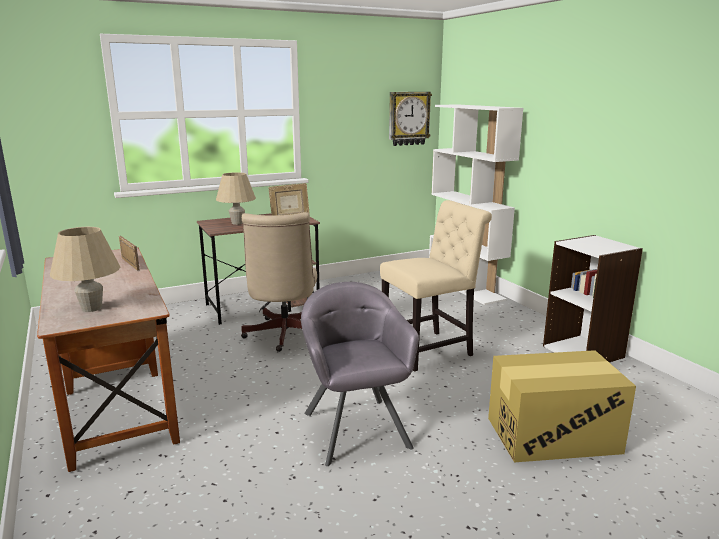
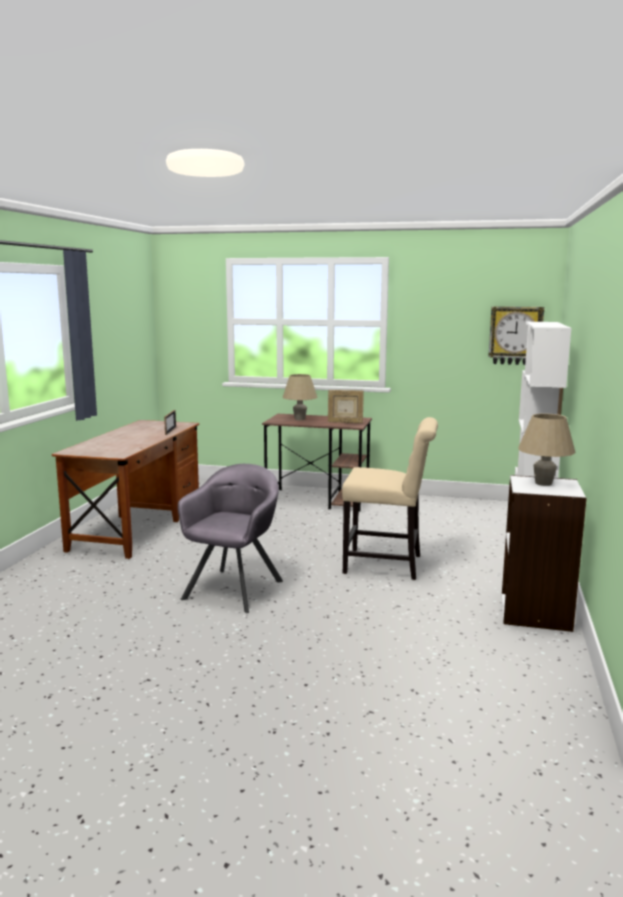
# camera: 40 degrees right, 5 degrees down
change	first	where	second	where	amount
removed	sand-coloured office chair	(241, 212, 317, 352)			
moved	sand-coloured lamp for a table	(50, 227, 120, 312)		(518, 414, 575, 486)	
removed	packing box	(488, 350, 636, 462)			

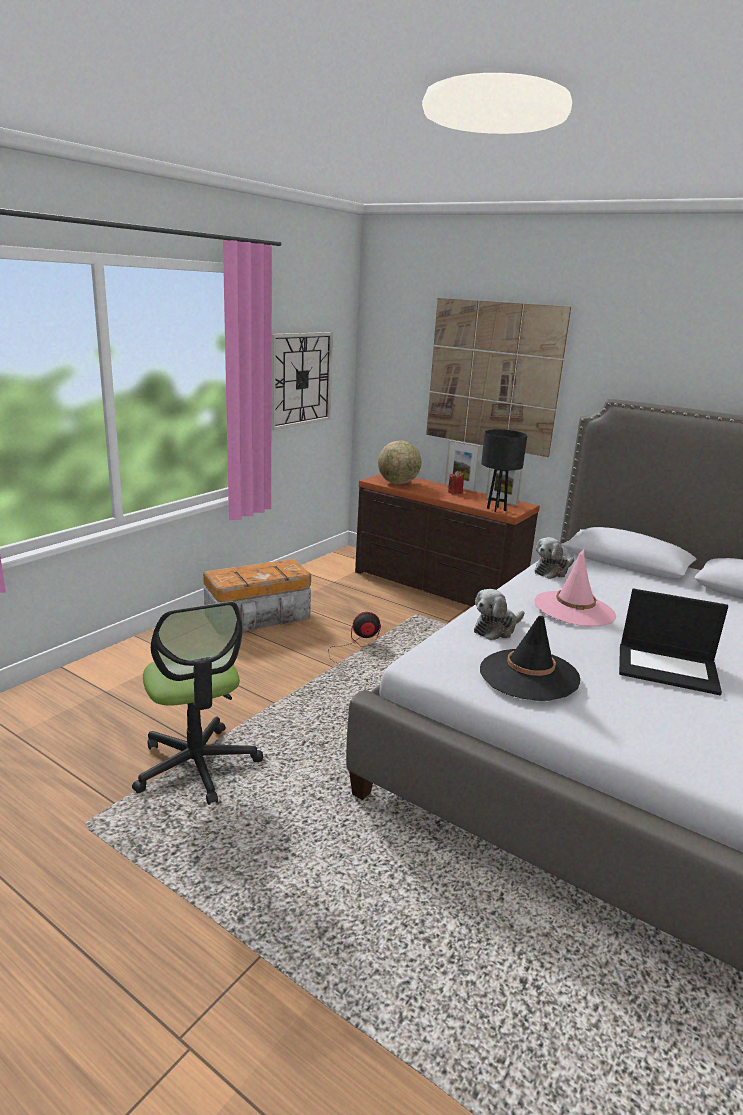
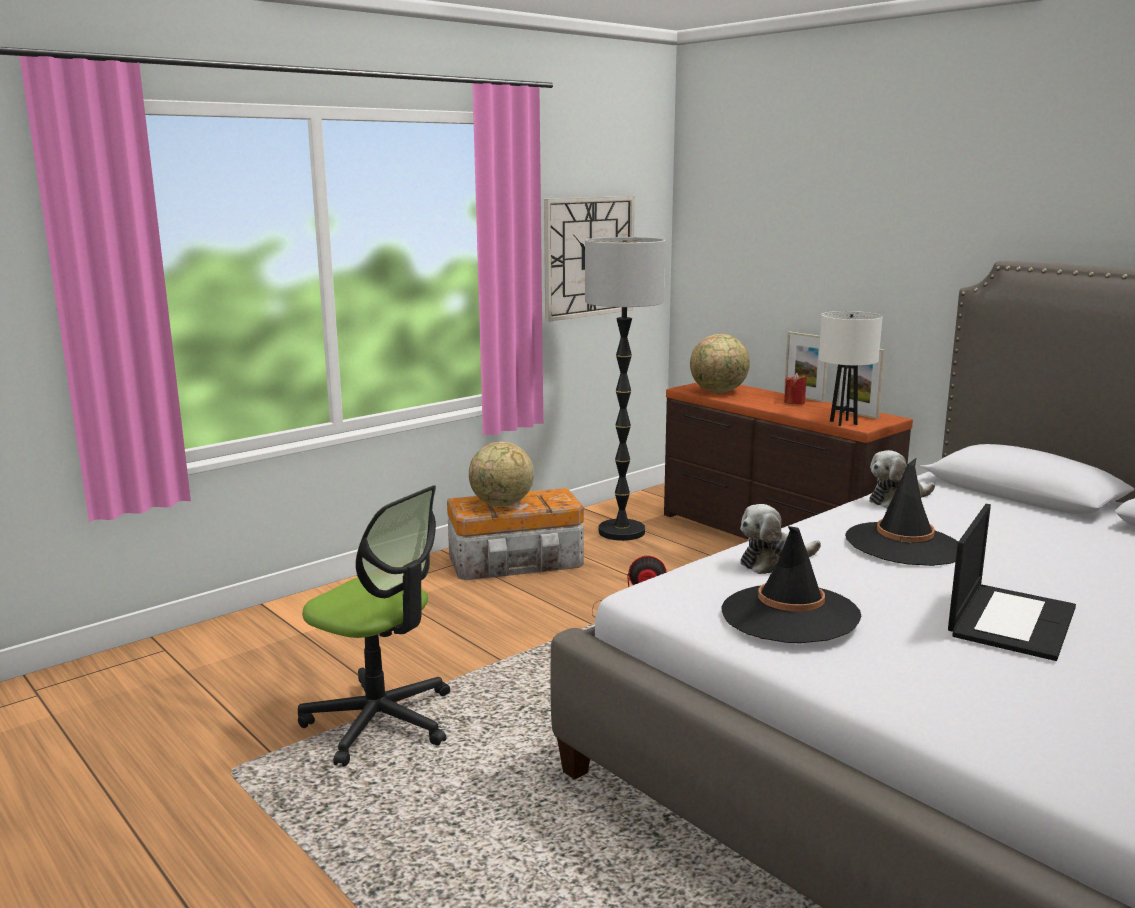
# camera: 15 degrees right, 5 degrees down
change	first	where	second	where	amount
removed	wall art	(426, 298, 571, 457)			
recoloured	black lamp for a table	(481, 429, 527, 512)	white lamp for a table	(819, 311, 882, 426)	
recoloured	pinkish clothing hat	(534, 549, 616, 626)	black clothing hat	(845, 457, 958, 566)	
turned	portable computer	(619, 588, 728, 695)		(948, 504, 1076, 661)	90 degrees counterclockwise
turned	office chair	(132, 602, 263, 805)		(298, 485, 450, 767)	45 degrees counterclockwise
added			standard lamp	(585, 237, 665, 541)	
added			desk globe	(469, 442, 534, 506)	

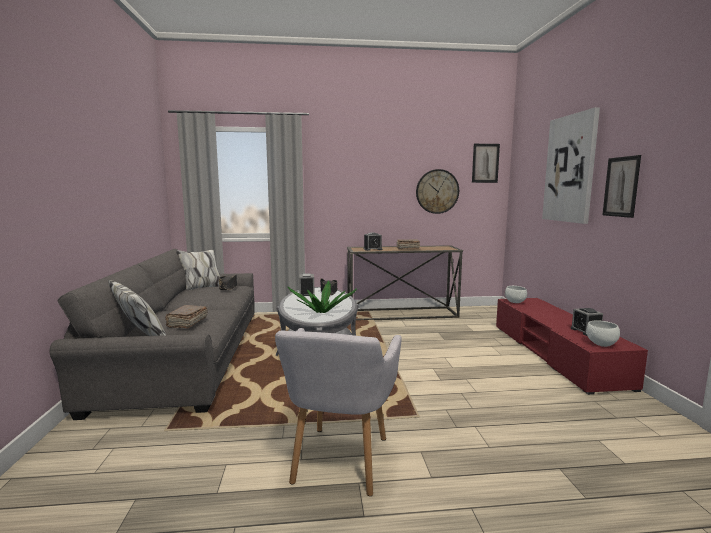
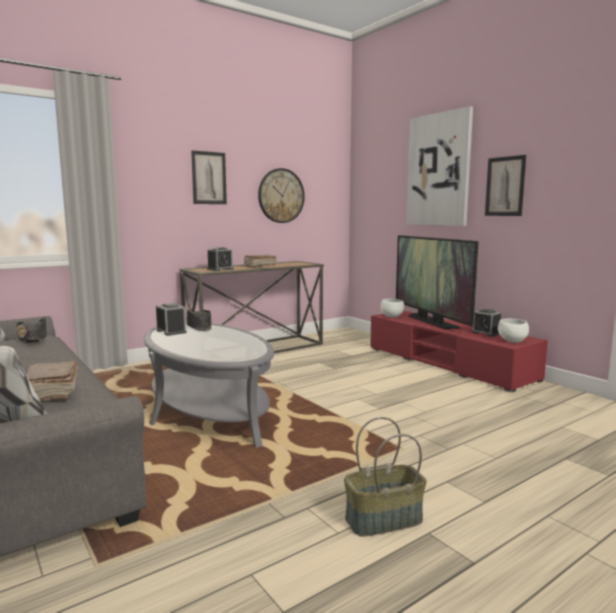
# camera: 30 degrees left, 0 degrees up
change	first	where	second	where	amount
moved	wall art	(472, 144, 500, 183)		(191, 150, 227, 204)	
removed	houseplant	(288, 281, 357, 313)			
replaced	grey lounge chair	(275, 328, 402, 496)	basket	(344, 417, 427, 536)	
added			TV	(396, 235, 479, 329)	

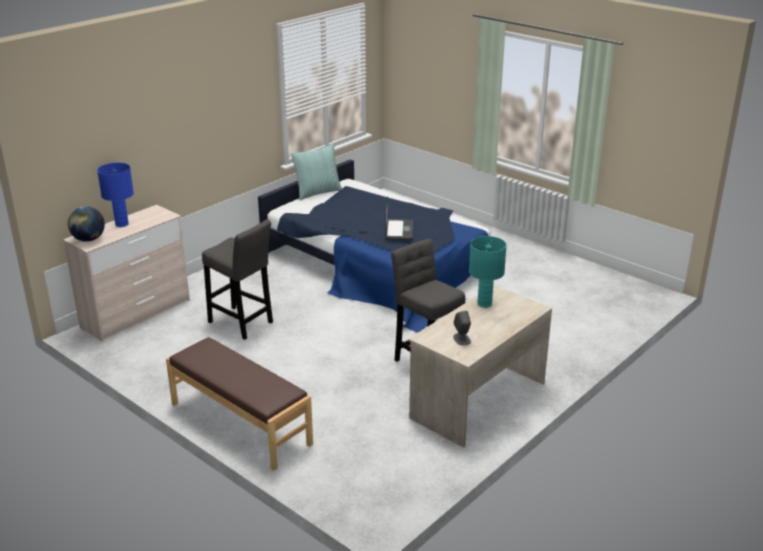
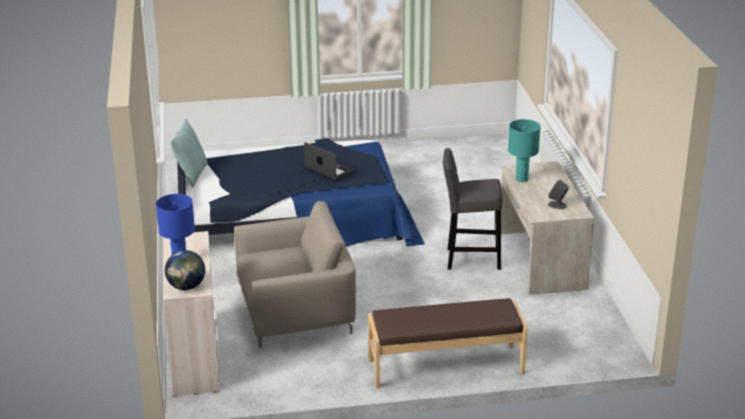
# camera: 50 degrees left, 0 degrees up
change	first	where	second	where	amount
replaced	grey stool seat	(202, 219, 273, 340)	sand-coloured lounge chair	(234, 201, 356, 348)	

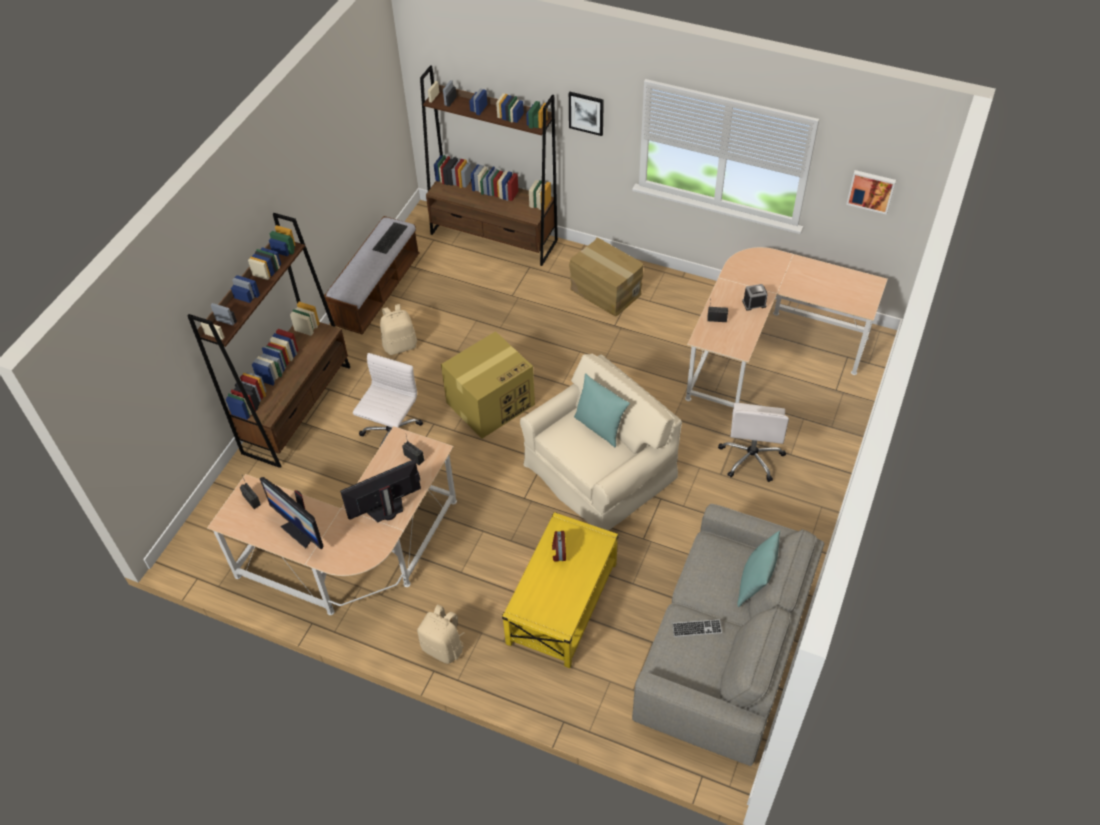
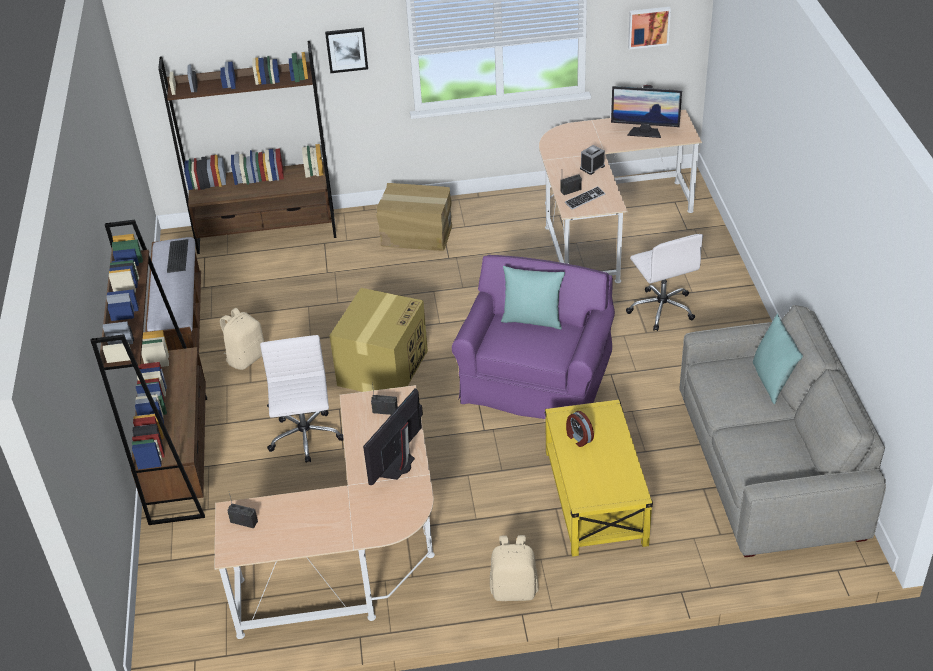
# camera: 30 degrees left, 10 degrees down
change	first	where	second	where	amount
recoloured	sand-coloured lounge chair	(520, 354, 682, 530)	purplish lounge chair	(452, 255, 615, 419)	
moved	computer display	(260, 477, 323, 550)		(611, 85, 682, 138)	
moved	keyboard	(672, 619, 722, 637)		(565, 186, 606, 210)	

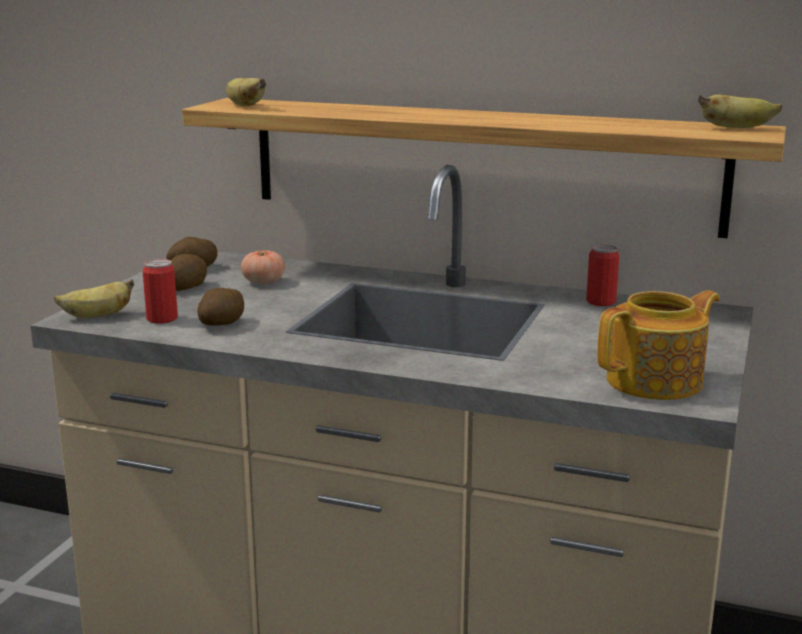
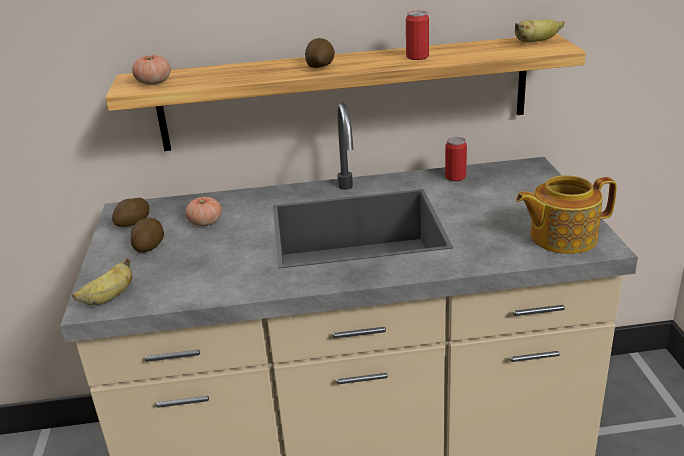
# camera: 25 degrees left, 10 degrees up
change	first	where	second	where	amount
replaced	banana	(226, 78, 266, 106)	whole tomato	(132, 55, 171, 85)	
moved	metal can	(143, 259, 178, 324)		(406, 11, 429, 60)	
moved	potato	(197, 288, 244, 326)		(305, 38, 335, 68)	
turned	tea pot	(597, 290, 720, 400)		(516, 175, 617, 254)	135 degrees counterclockwise

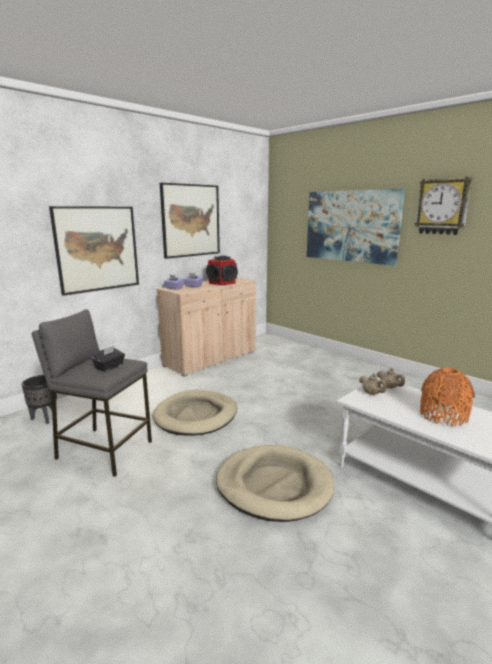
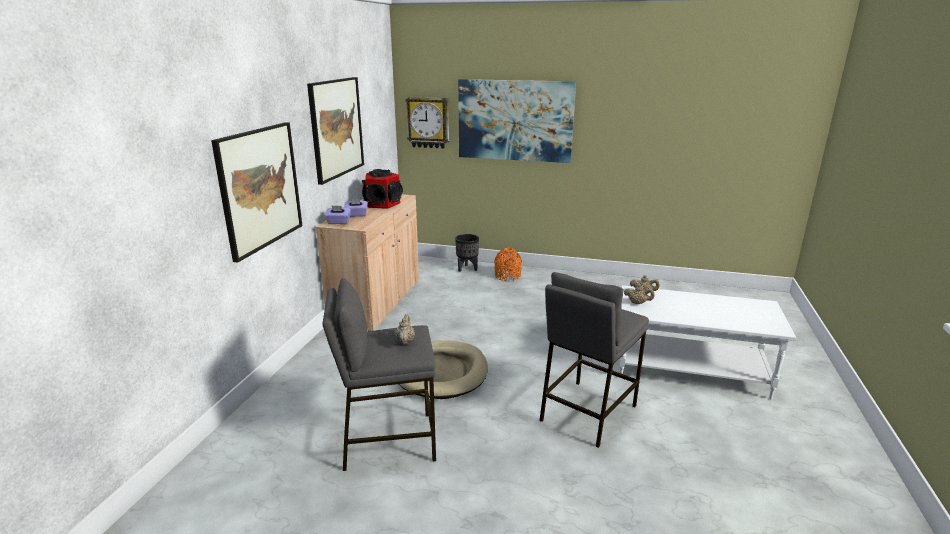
# camera: 30 degrees left, 5 degrees up
change	first	where	second	where	amount
moved	wall clock	(415, 177, 473, 235)		(405, 97, 449, 149)	
replaced	black box of tissues	(91, 346, 125, 372)	sand-coloured tea pot	(395, 314, 415, 345)	
moved	orange decorative vase	(420, 368, 475, 427)		(494, 248, 522, 281)	
moved	black plant pot	(21, 375, 57, 424)		(455, 234, 479, 272)	
replaced	sand-coloured dog cushion	(216, 445, 335, 522)	grey stool seat	(539, 272, 649, 448)	

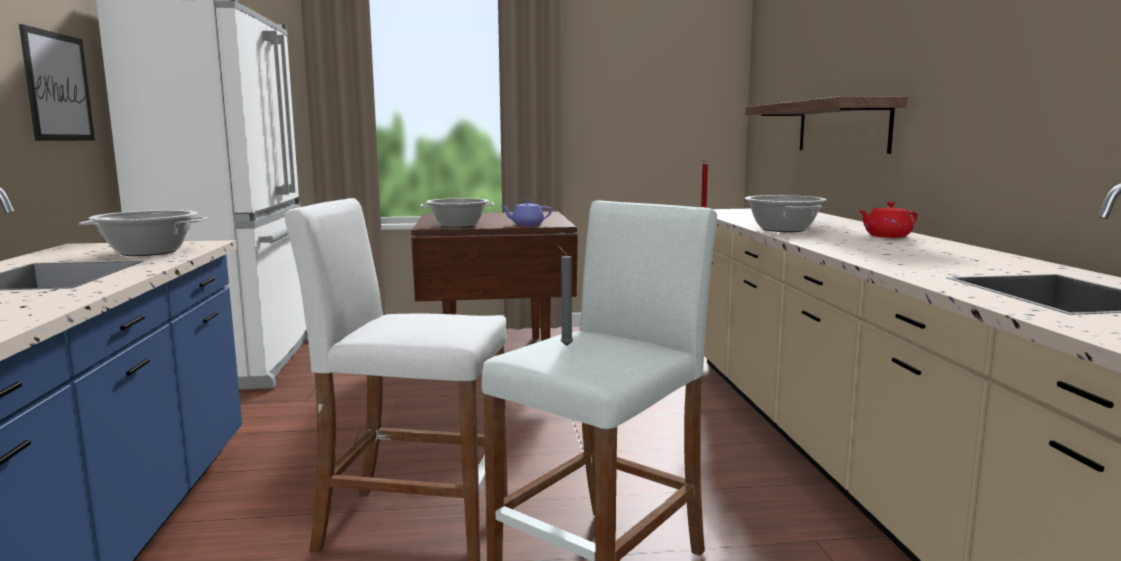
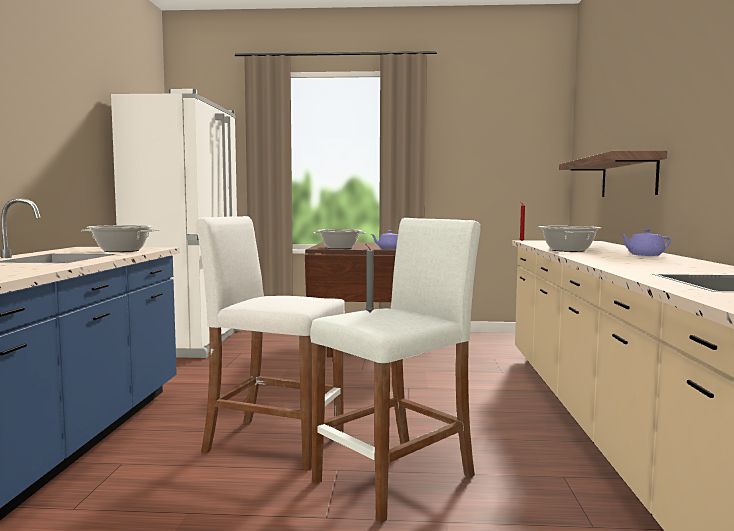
# camera: 10 degrees right, 5 degrees down
change	first	where	second	where	amount
removed	wall art	(19, 24, 95, 141)			
recoloured	reddish tea pot	(859, 202, 918, 238)	purplish tea pot	(621, 229, 671, 256)	

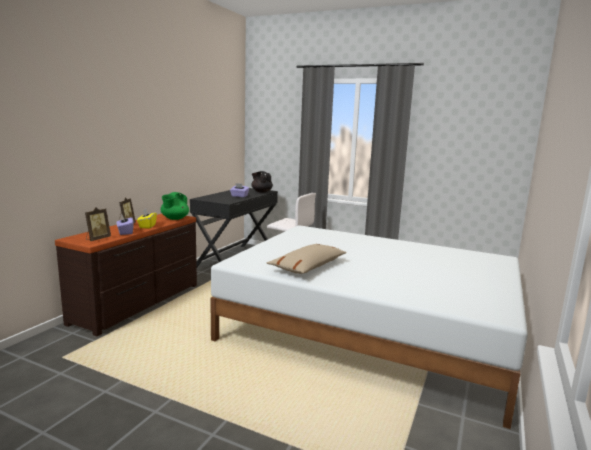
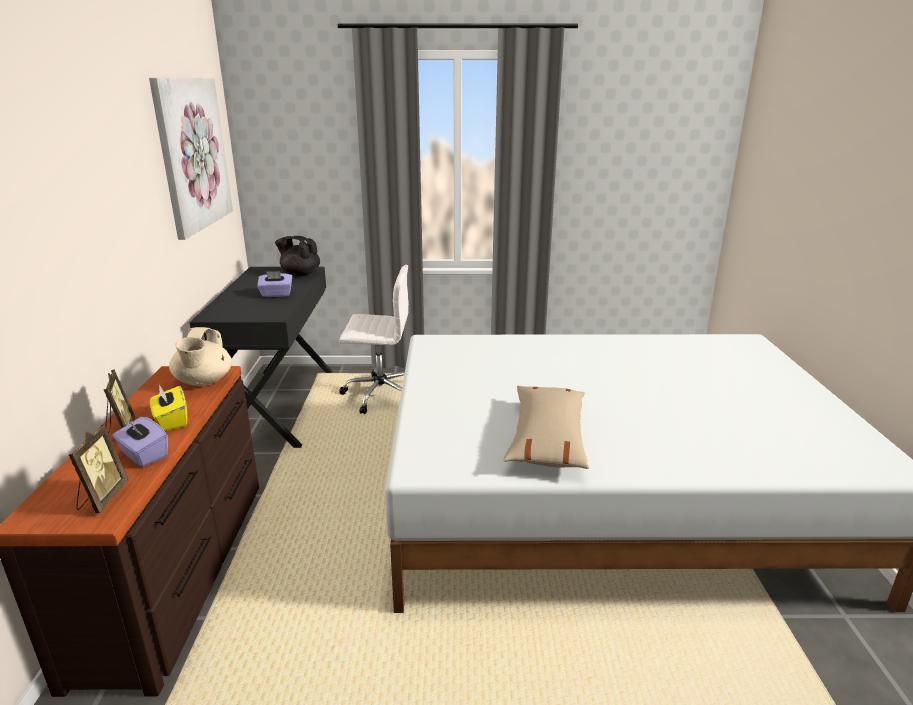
# camera: 25 degrees left, 10 degrees up
change	first	where	second	where	amount
recoloured	greenish tea pot	(160, 192, 189, 220)	sand-coloured tea pot	(169, 327, 232, 386)	
added			wall art	(149, 78, 233, 240)	

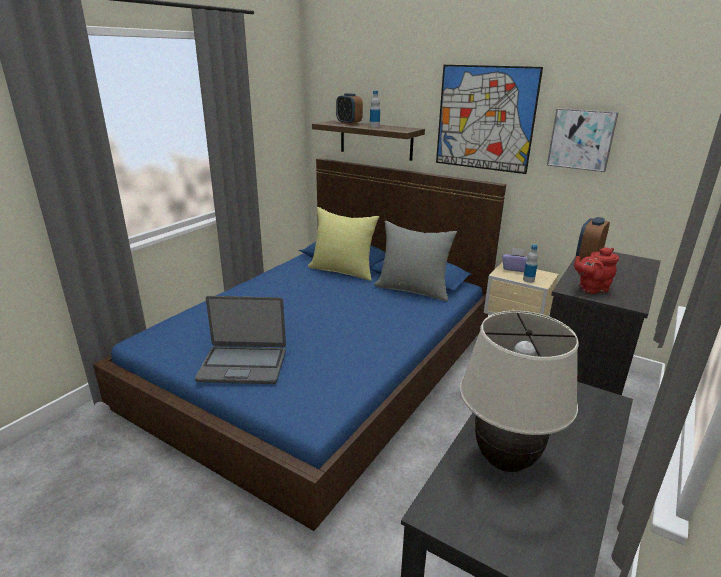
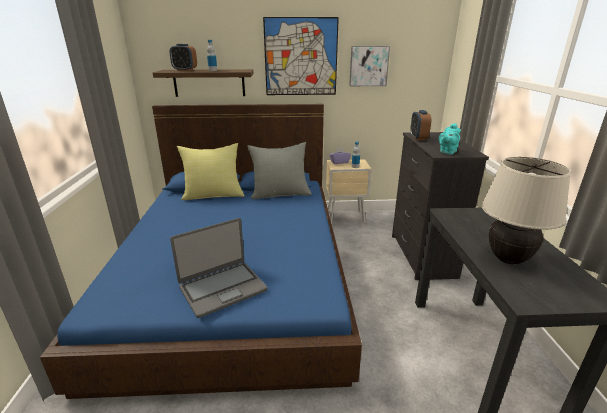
# camera: 35 degrees left, 0 degrees up
change	first	where	second	where	amount
recoloured	reddish tea pot	(574, 247, 619, 294)	blue-green tea pot	(439, 123, 461, 154)	

